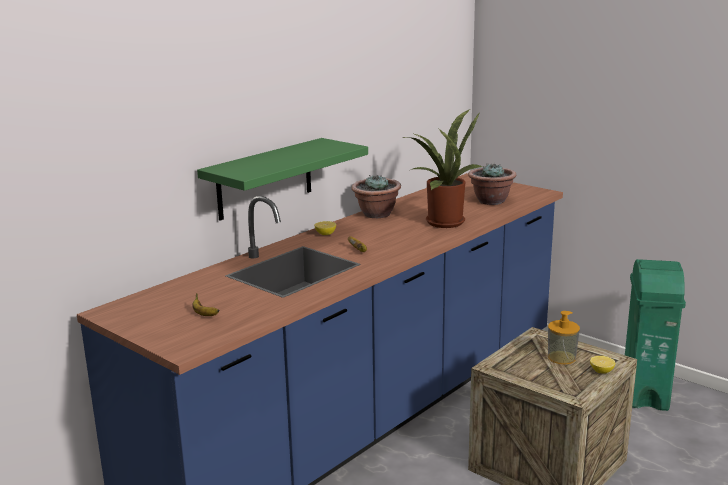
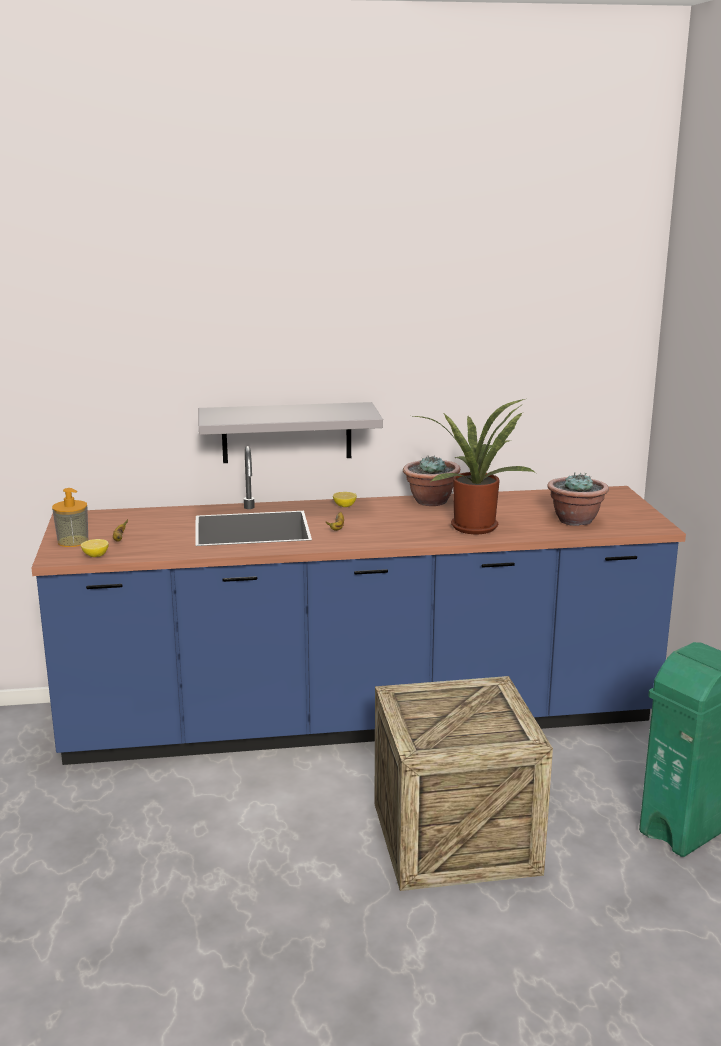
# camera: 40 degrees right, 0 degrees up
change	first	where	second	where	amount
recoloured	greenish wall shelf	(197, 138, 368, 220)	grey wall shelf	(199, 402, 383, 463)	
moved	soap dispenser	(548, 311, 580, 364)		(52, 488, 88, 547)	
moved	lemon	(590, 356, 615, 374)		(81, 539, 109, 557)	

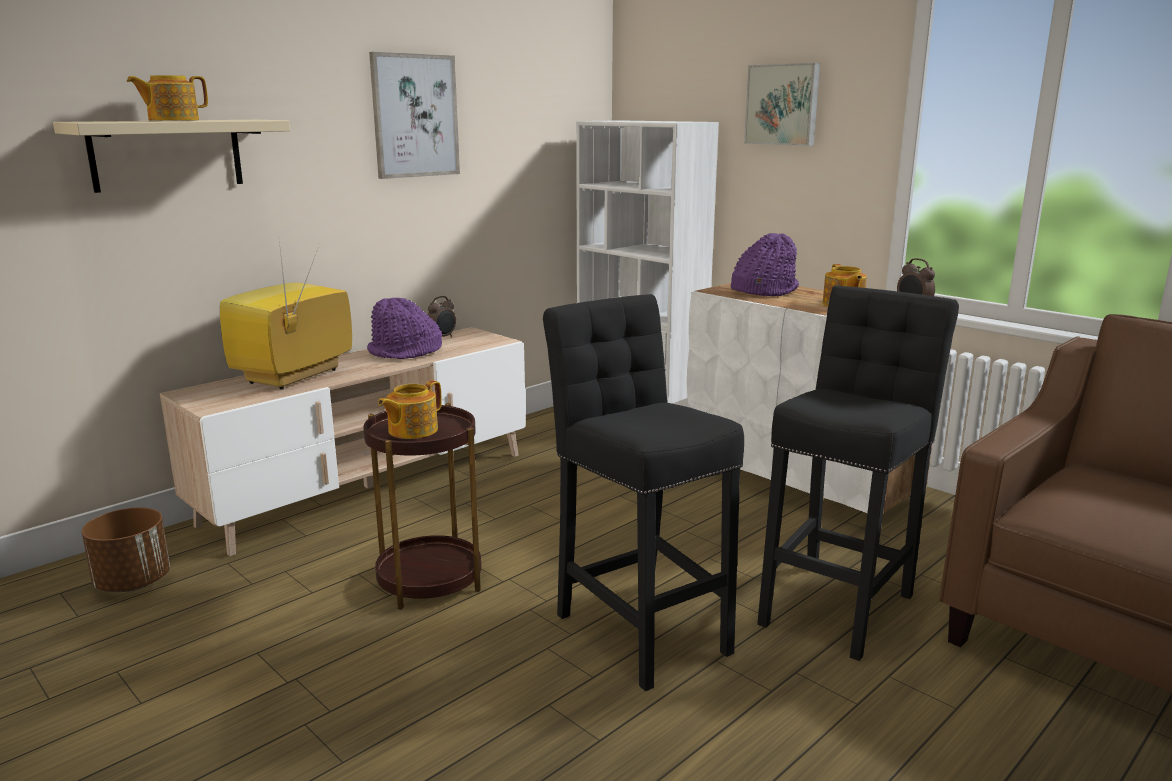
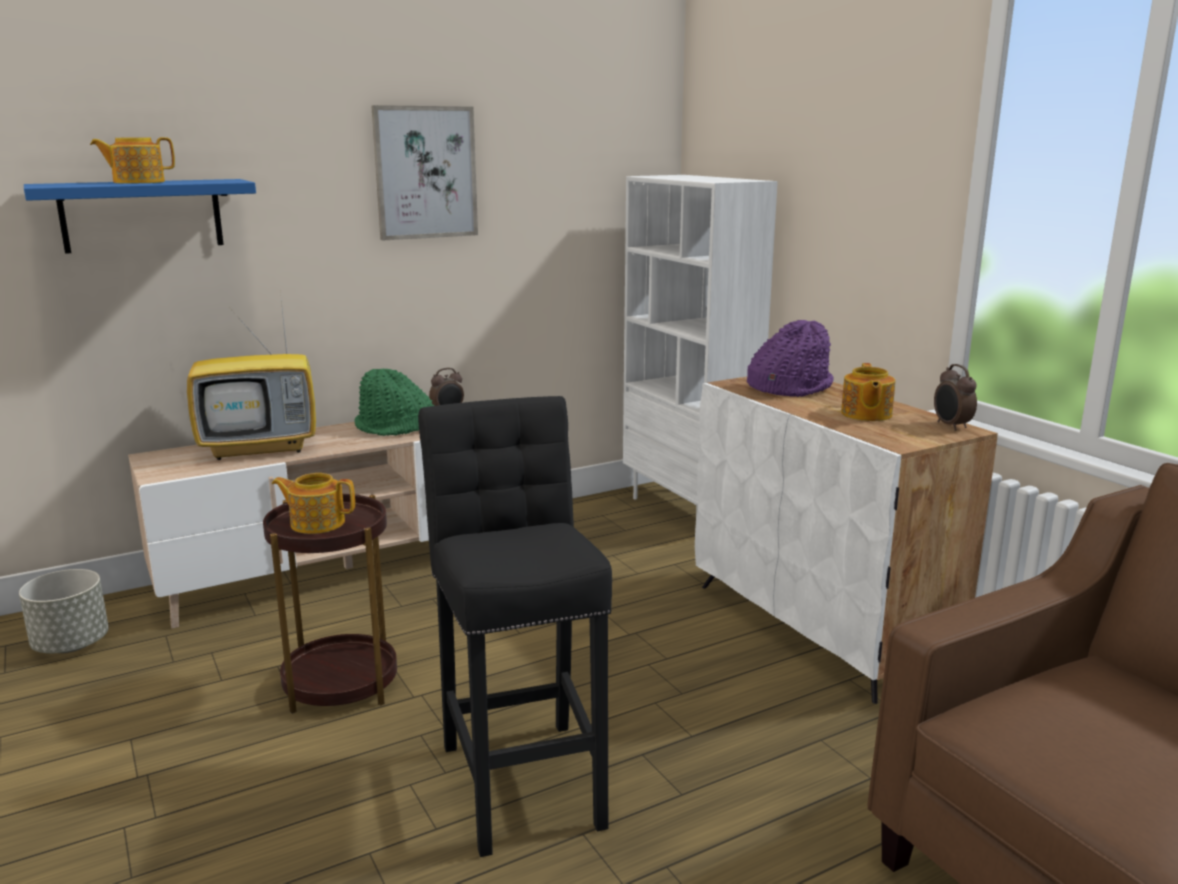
# camera: 15 degrees right, 0 degrees up
change	first	where	second	where	amount
removed	wall art	(744, 63, 820, 146)			
recoloured	sand-coloured wall shelf	(53, 120, 290, 193)	blue-coloured wall shelf	(24, 179, 256, 254)	
turned	TV	(220, 242, 352, 390)		(187, 291, 316, 460)	150 degrees counterclockwise
removed	black stool seat	(757, 286, 959, 661)			
recoloured	purplish clothing hat	(367, 298, 442, 359)	greenish clothing hat	(354, 369, 434, 436)	
turned	tea pot	(378, 380, 442, 439)		(272, 473, 355, 534)	45 degrees clockwise
recoloured	brown-coloured plant pot	(82, 507, 170, 592)	grey plant pot	(19, 569, 109, 653)	

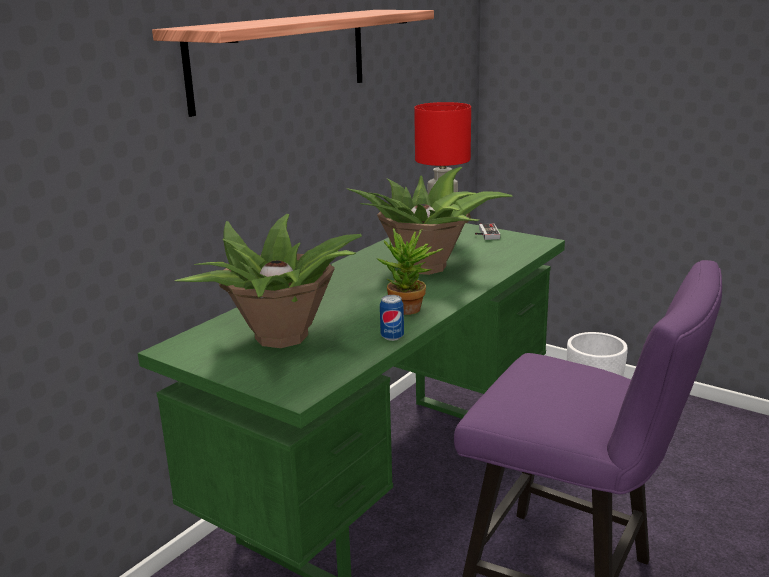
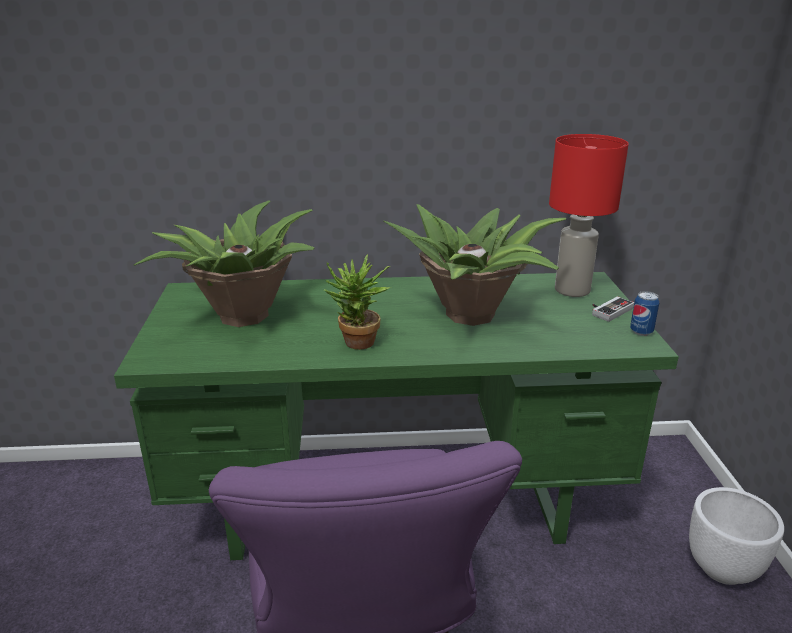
# camera: 50 degrees right, 5 degrees up
change	first	where	second	where	amount
removed	wall shelf	(152, 10, 434, 117)			
moved	metal can	(380, 295, 404, 341)		(630, 291, 659, 336)	

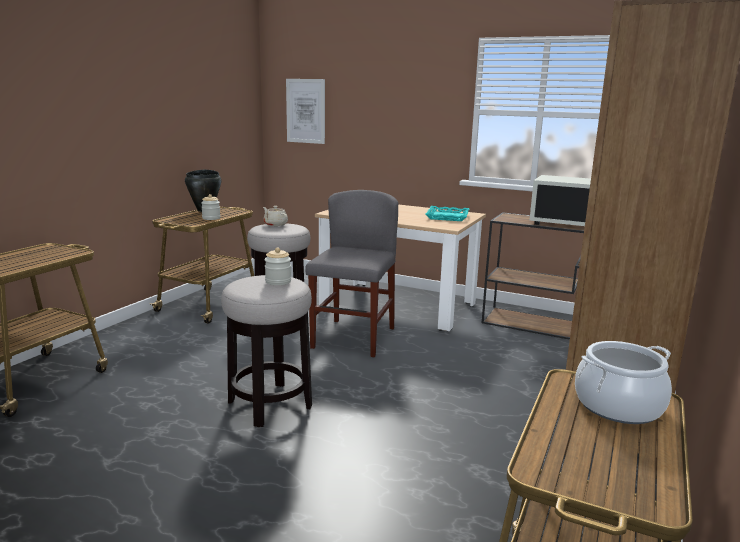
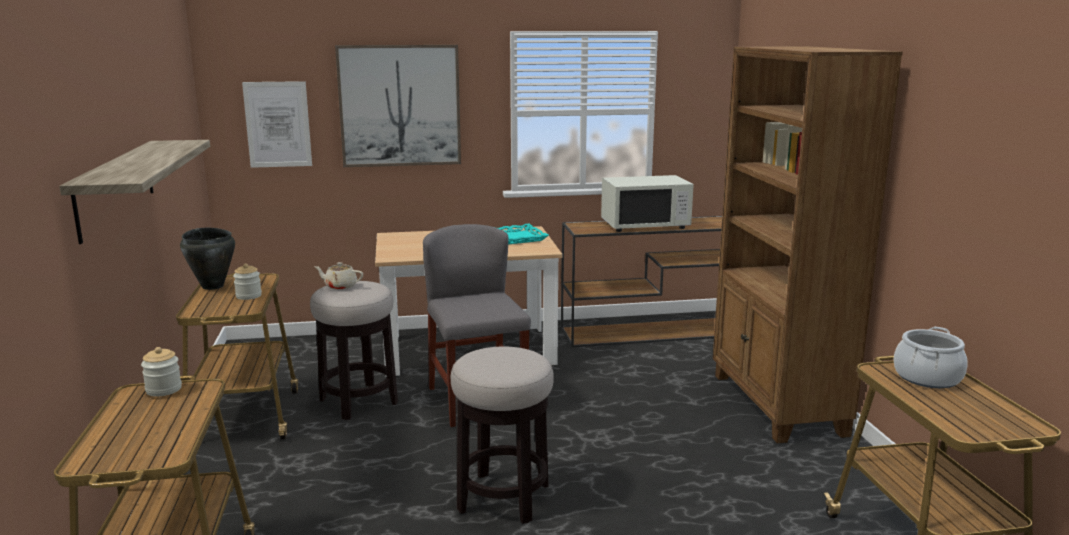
# camera: 35 degrees left, 0 degrees up
change	first	where	second	where	amount
moved	preserve jar	(264, 248, 291, 285)		(141, 347, 182, 396)	
added			wall art	(335, 45, 461, 167)	
added			wall shelf	(59, 140, 210, 244)	

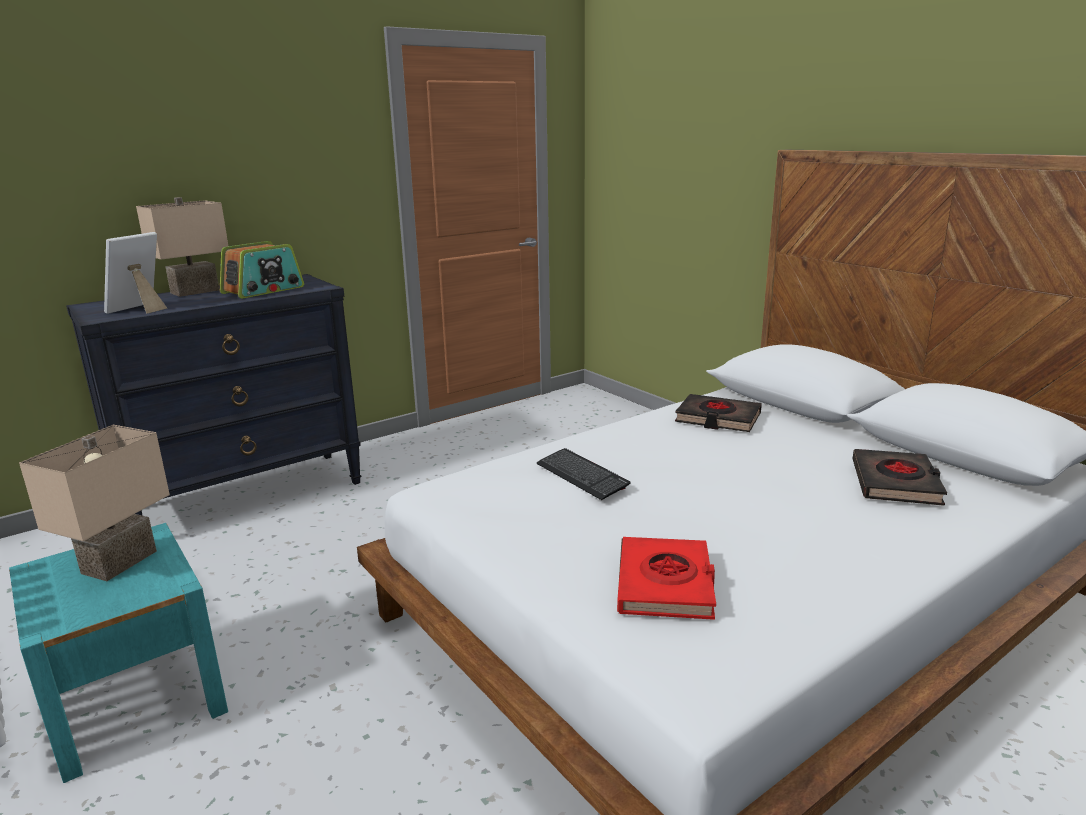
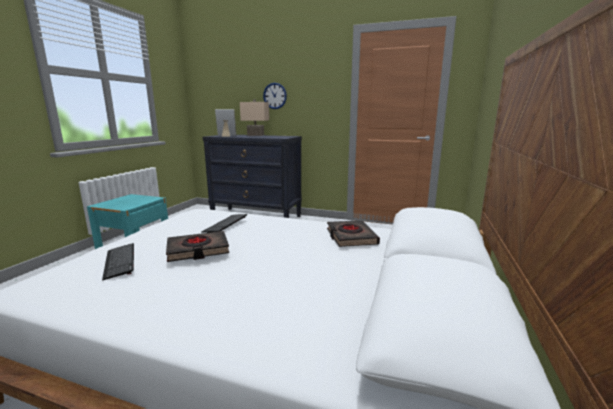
# camera: 55 degrees right, 5 degrees down
change	first	where	second	where	amount
removed	radio receiver	(220, 241, 304, 298)			
removed	sand-coloured lamp for a table	(19, 425, 170, 581)			
moved	black volume	(852, 449, 947, 506)		(166, 231, 229, 262)	
replaced	reddish volume	(617, 537, 716, 620)	keyboard	(102, 243, 134, 281)	
added			wall clock	(263, 83, 287, 109)	

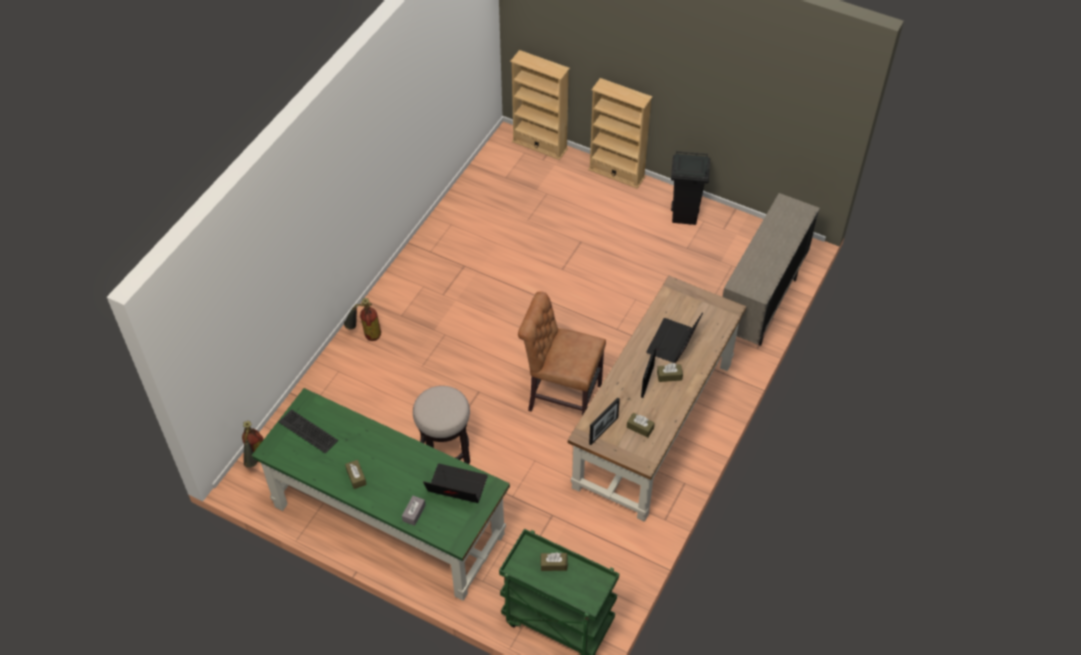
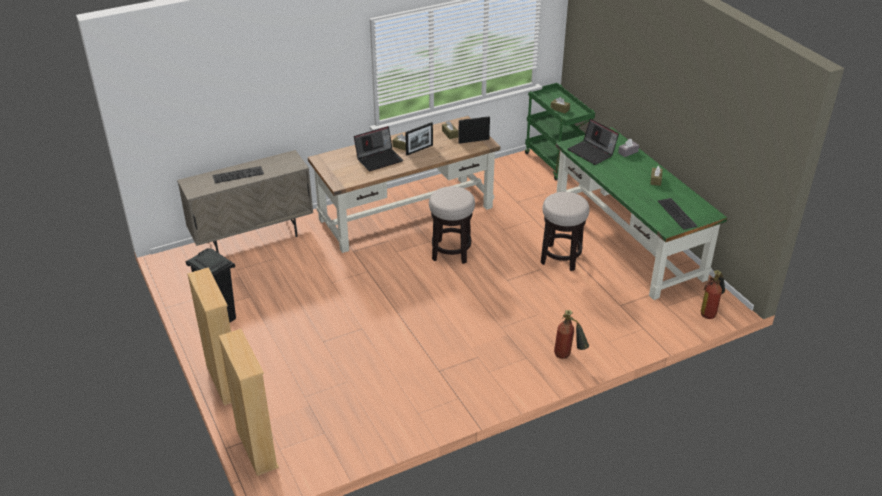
# camera: 145 degrees left, 15 degrees down
change	first	where	second	where	amount
replaced	brown-coloured upright chair	(518, 291, 606, 416)	stool seat	(429, 186, 475, 264)	
added			keyboard	(212, 166, 264, 183)	

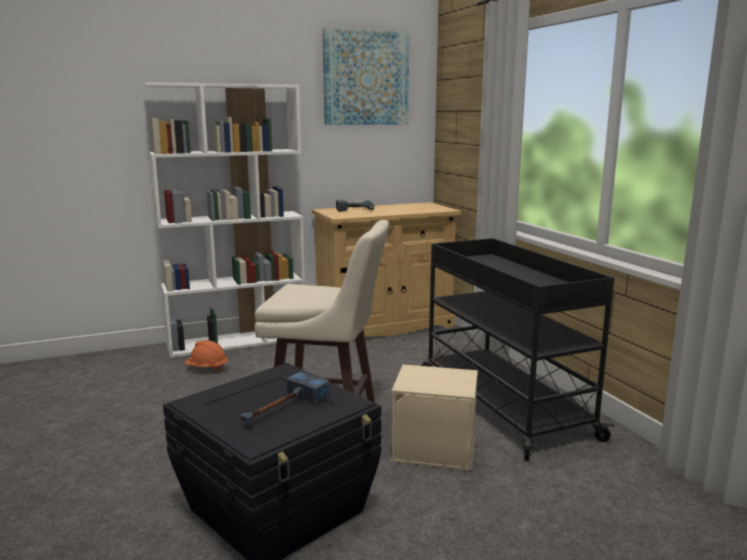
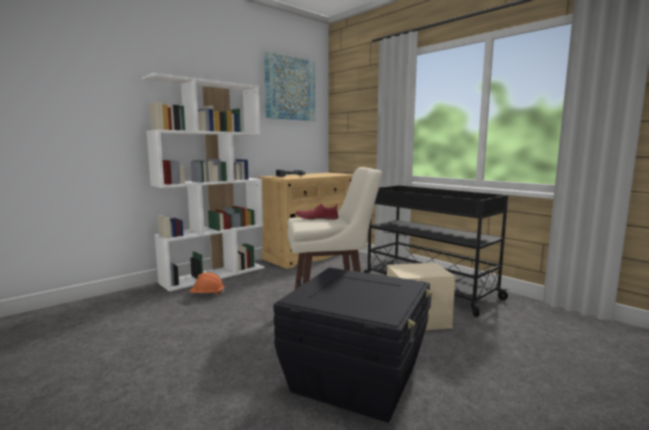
# camera: 20 degrees left, 5 degrees down
change	first	where	second	where	amount
removed	hammer	(240, 371, 329, 423)			
added			reddish low shoe	(295, 204, 339, 220)	

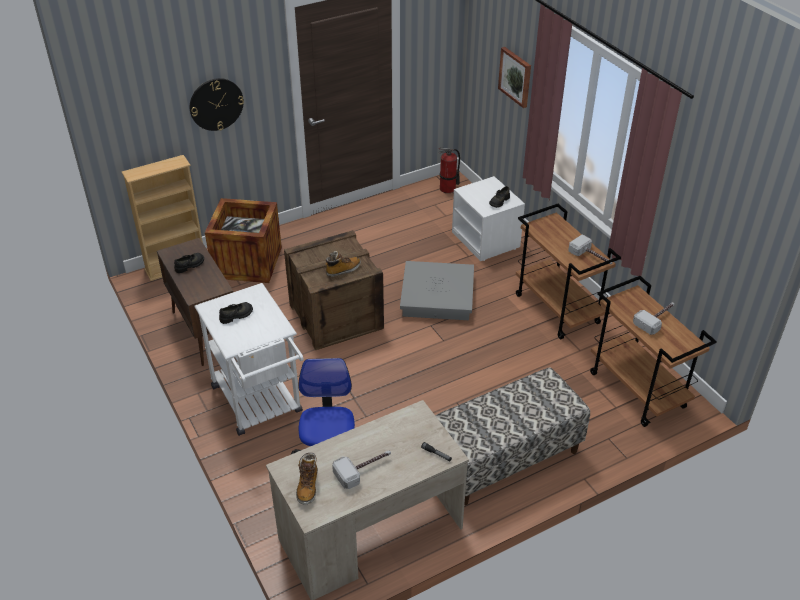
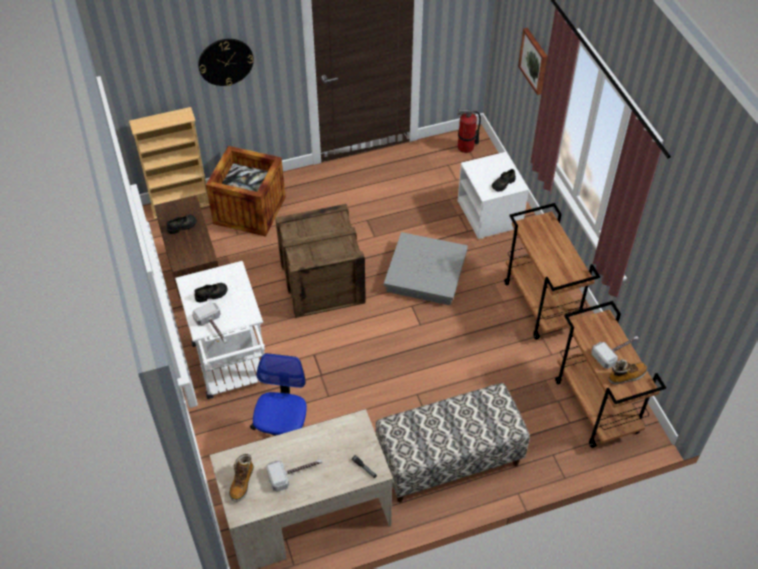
# camera: 10 degrees right, 10 degrees up
change	first	where	second	where	amount
moved	hammer	(568, 235, 613, 264)		(192, 302, 227, 344)	
moved	tall boot	(326, 251, 361, 277)		(608, 359, 647, 385)	

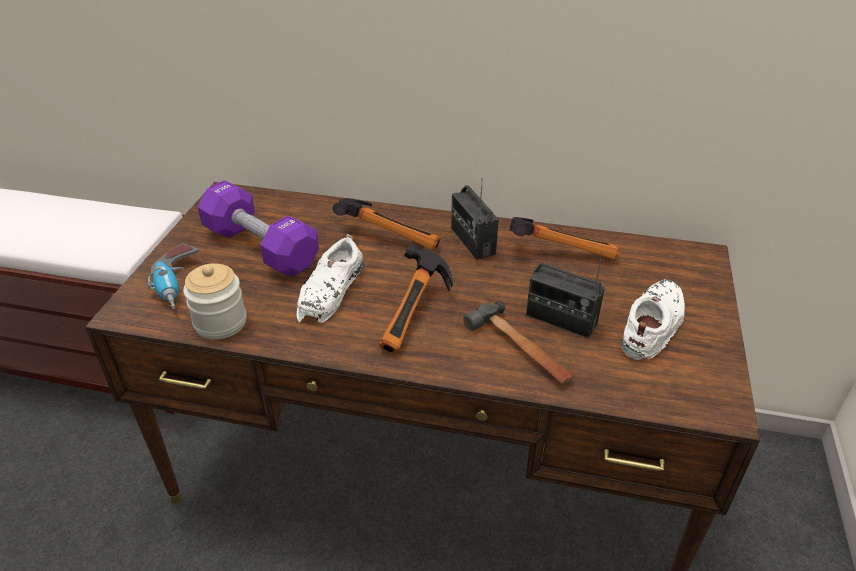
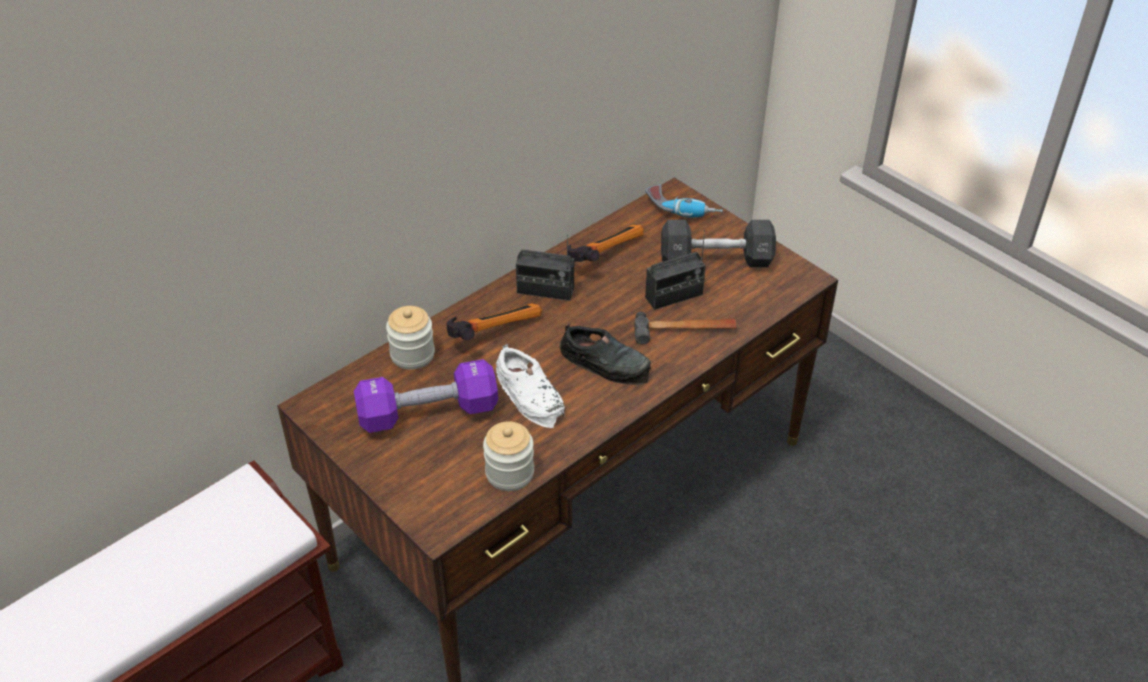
# camera: 55 degrees left, 5 degrees up
change	first	where	second	where	amount
replaced	hammer	(379, 243, 453, 354)	black low shoe	(560, 323, 651, 385)	
moved	power drill	(147, 244, 199, 309)		(645, 185, 723, 218)	
replaced	white low shoe	(622, 279, 685, 360)	black free weight	(661, 220, 776, 267)	
added			preserve jar	(386, 306, 435, 370)	

